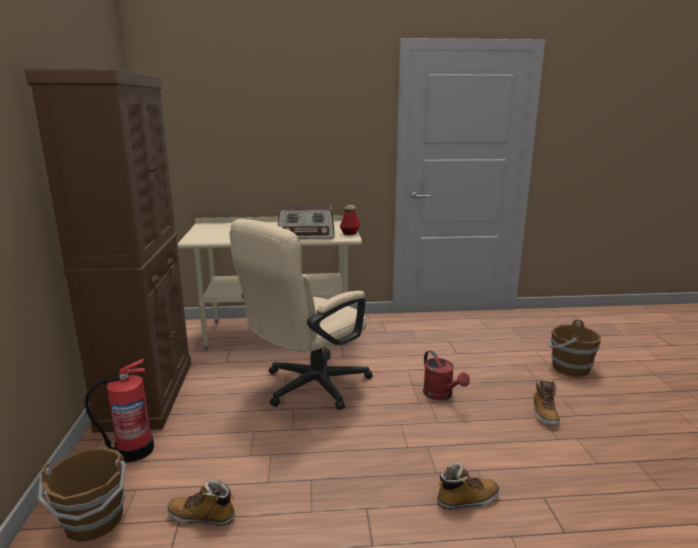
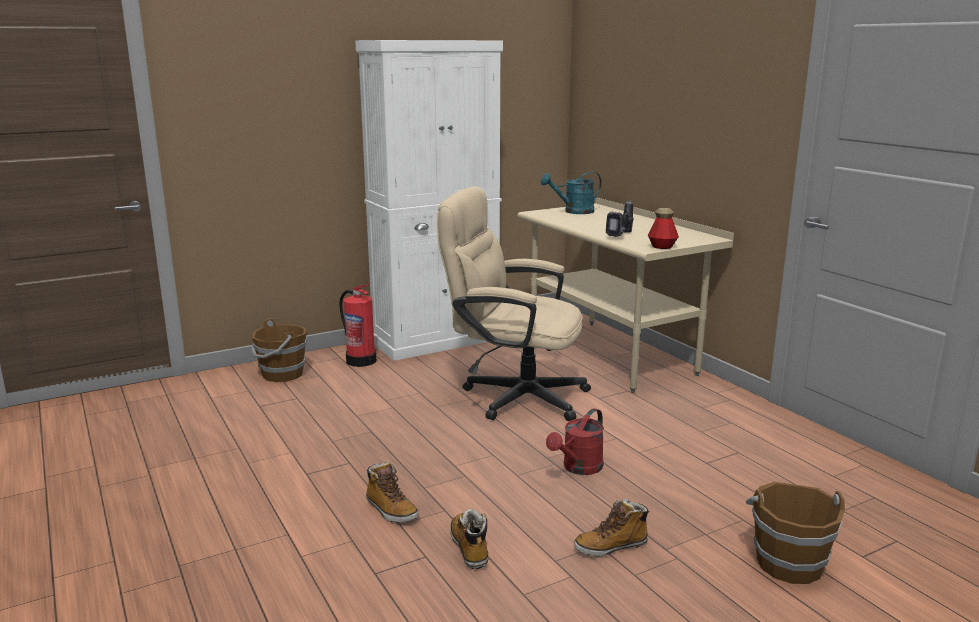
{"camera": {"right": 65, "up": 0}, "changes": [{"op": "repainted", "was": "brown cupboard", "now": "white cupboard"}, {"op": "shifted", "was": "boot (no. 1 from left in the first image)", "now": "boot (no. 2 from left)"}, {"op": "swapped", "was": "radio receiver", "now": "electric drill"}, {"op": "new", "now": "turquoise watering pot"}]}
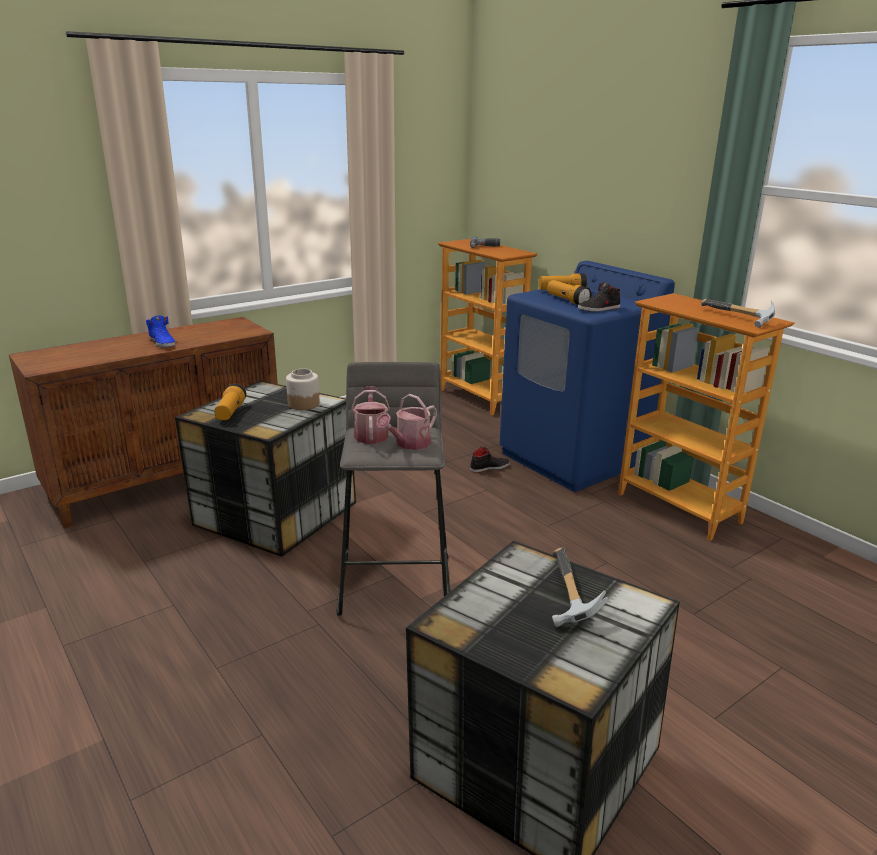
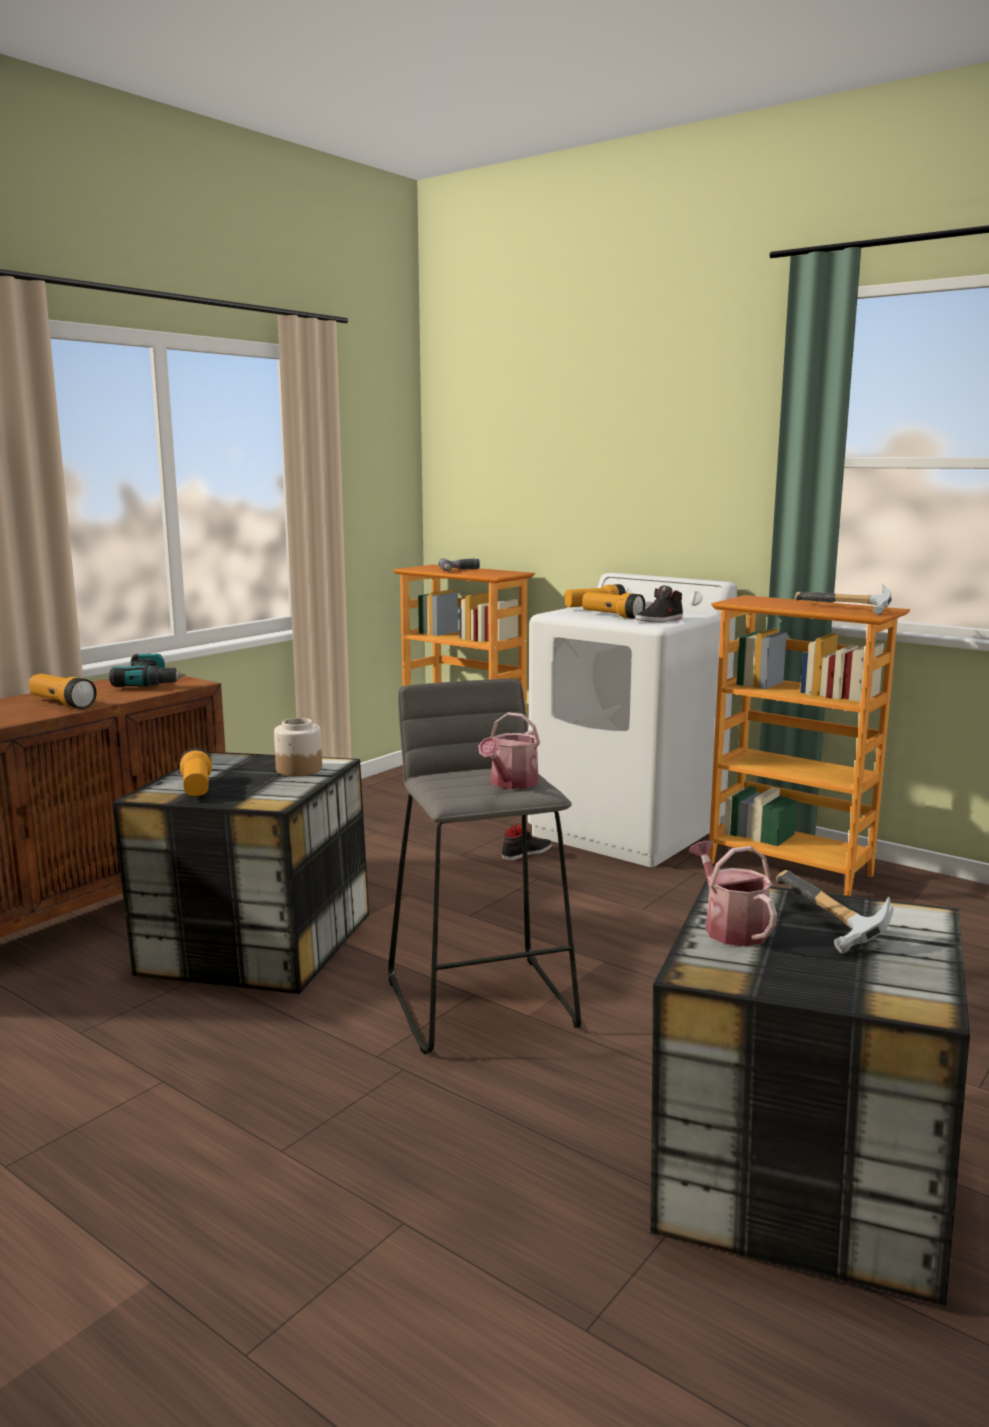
{"camera": {"right": -15, "up": -10}, "changes": [{"op": "swapped", "was": "blue-coloured shoe", "now": "torch (no. 1 from left)"}, {"op": "shifted", "was": "watering pot (no. 1 from left in the first image)", "now": "watering pot (no. 2 from left)"}, {"op": "repainted", "was": "blue-coloured laundry appliance", "now": "white laundry appliance"}, {"op": "new", "now": "electric drill (no. 1 from left)"}]}
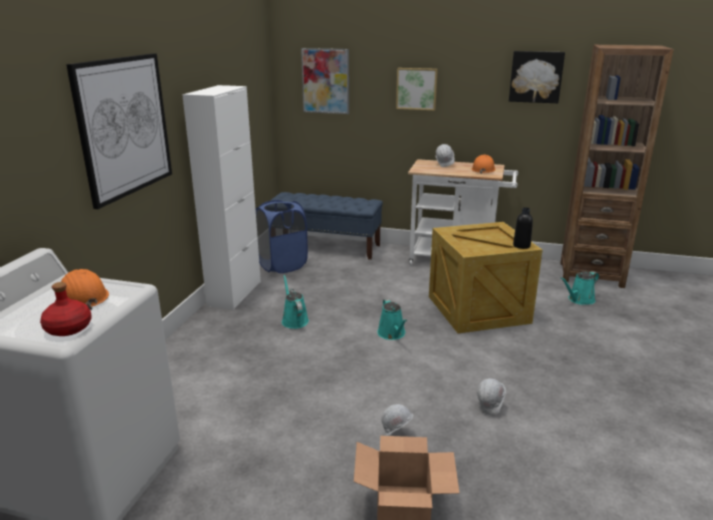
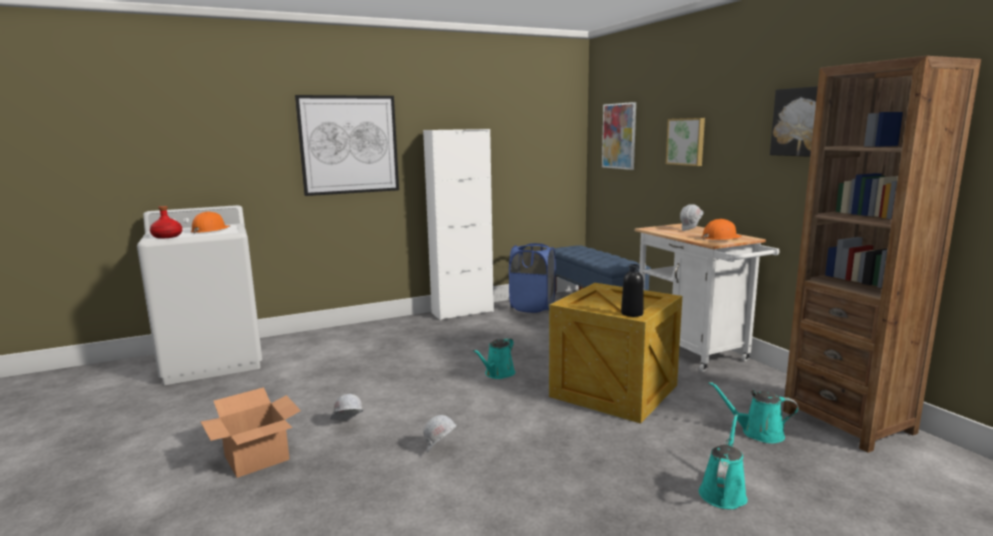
{"camera": {"right": 50, "up": -10}, "changes": [{"op": "shifted", "was": "turquoise watering pot (no. 1 from left in the first image)", "now": "turquoise watering pot (no. 2 from left)"}]}
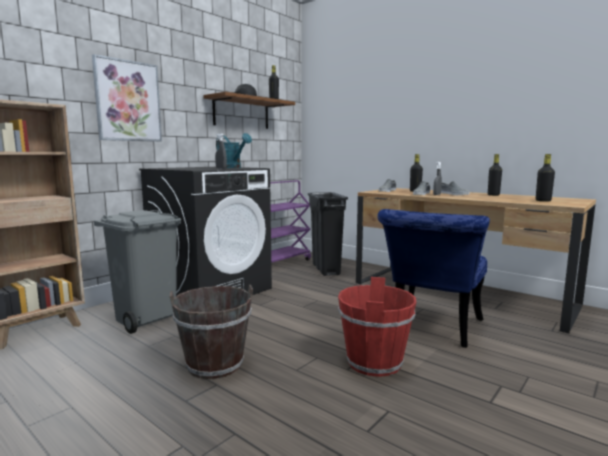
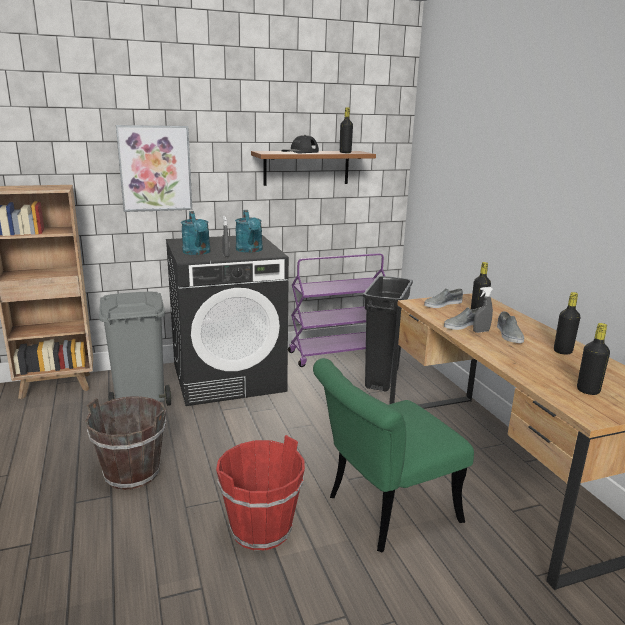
{"camera": {"right": 30, "up": 10}, "changes": [{"op": "repainted", "was": "blue-coloured chair", "now": "greenish chair"}, {"op": "new", "now": "turquoise watering pot (no. 1 from left)"}]}
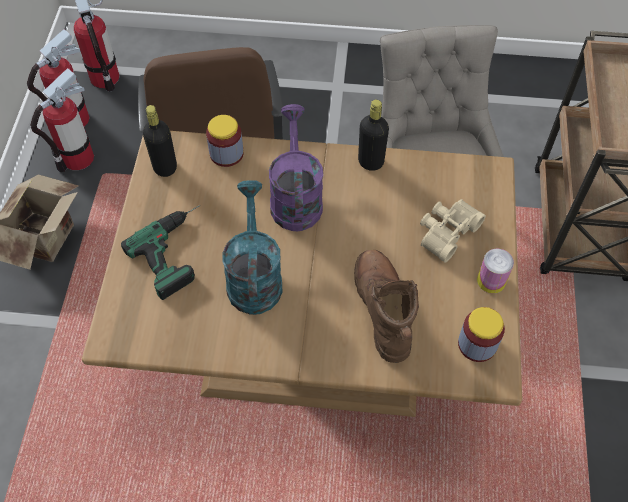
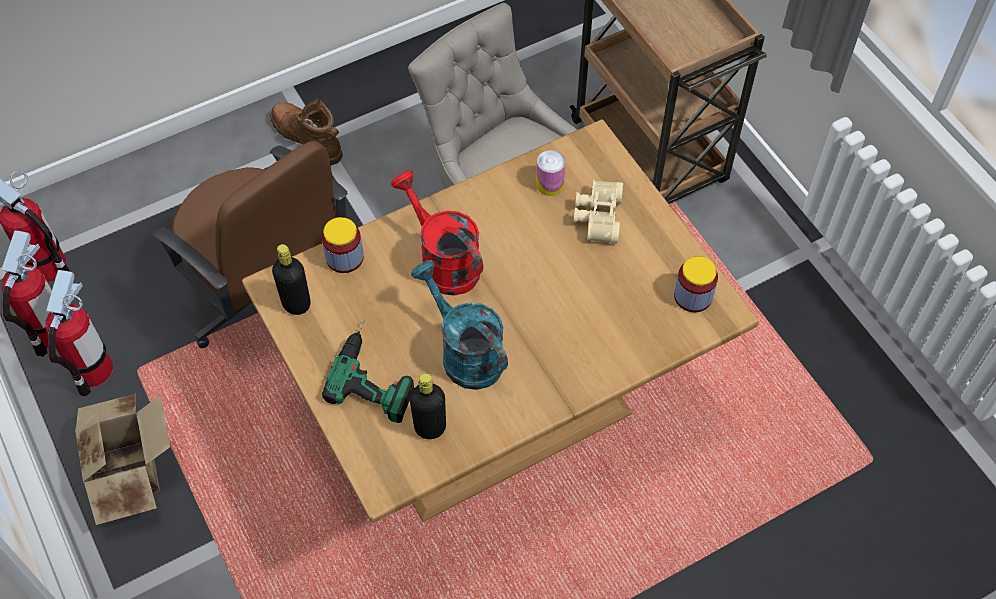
{"camera": {"right": -35, "up": 0}, "changes": [{"op": "repainted", "was": "purple watering pot", "now": "red watering pot"}, {"op": "shifted", "was": "brown boot"}, {"op": "shifted", "was": "black-coloured beverage bottle (no. 2 from left)"}, {"op": "shifted", "was": "metal can"}]}
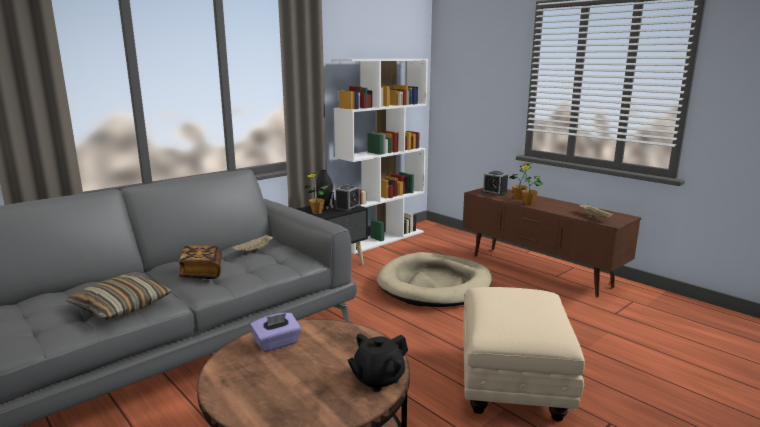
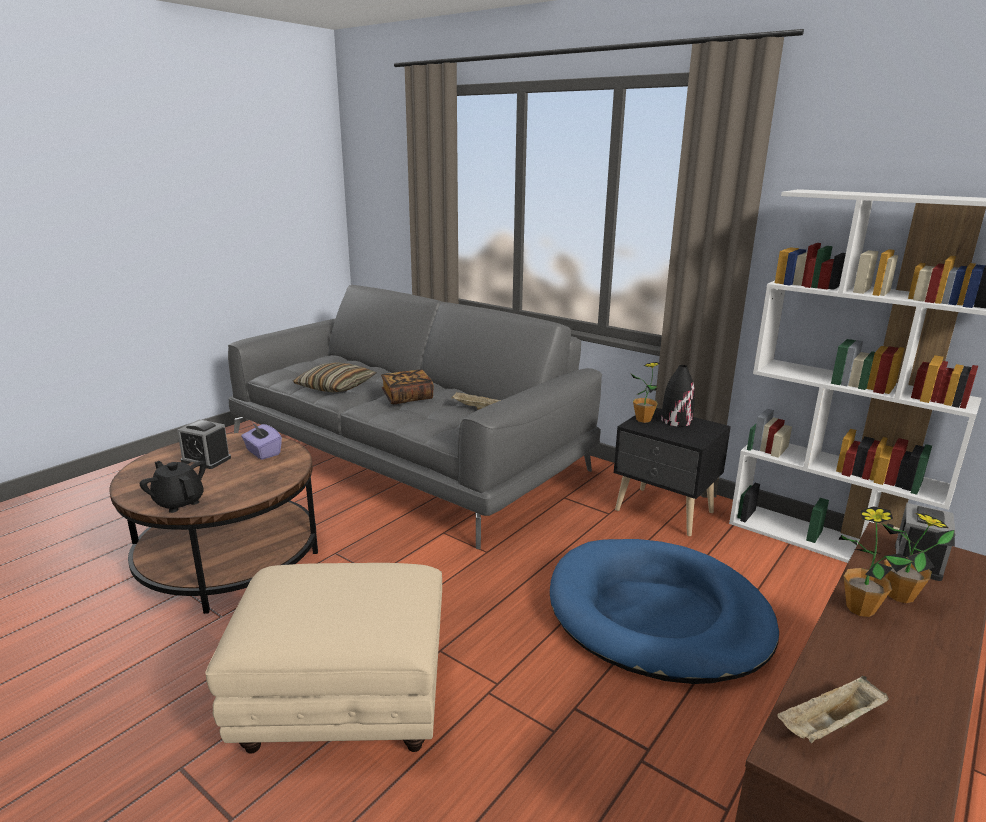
{"camera": {"right": 80, "up": 5}, "changes": [{"op": "shifted", "was": "alarm clock (no. 1 from left)"}, {"op": "repainted", "was": "beige-coloured dog cushion", "now": "blue-coloured dog cushion"}]}
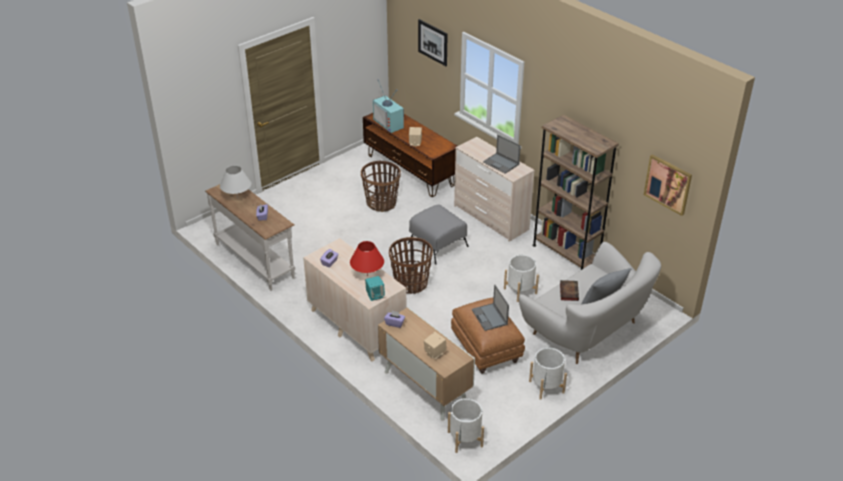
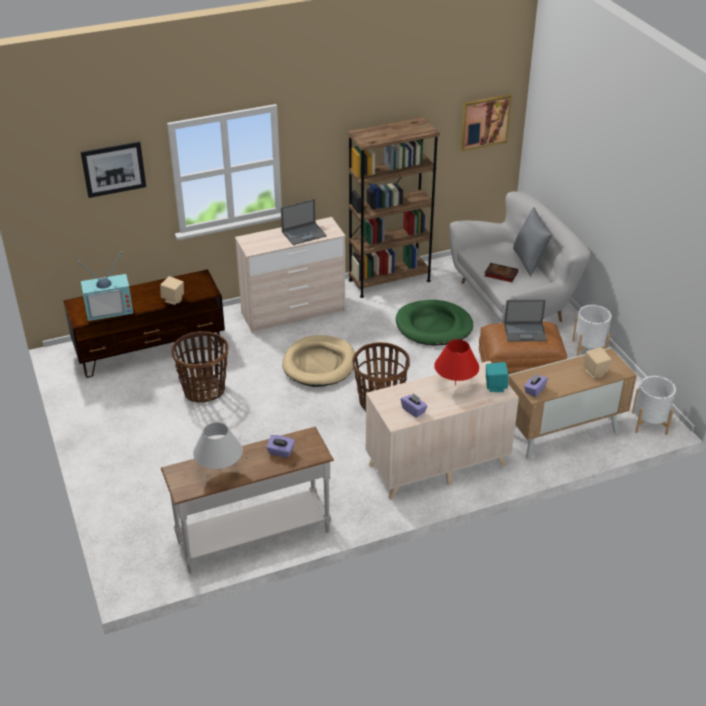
{"camera": {"right": -70, "up": 0}, "changes": [{"op": "swapped", "was": "gray ottoman", "now": "beige-coloured dog cushion"}, {"op": "swapped", "was": "white plant pot (no. 2 from left)", "now": "greenish dog cushion"}]}
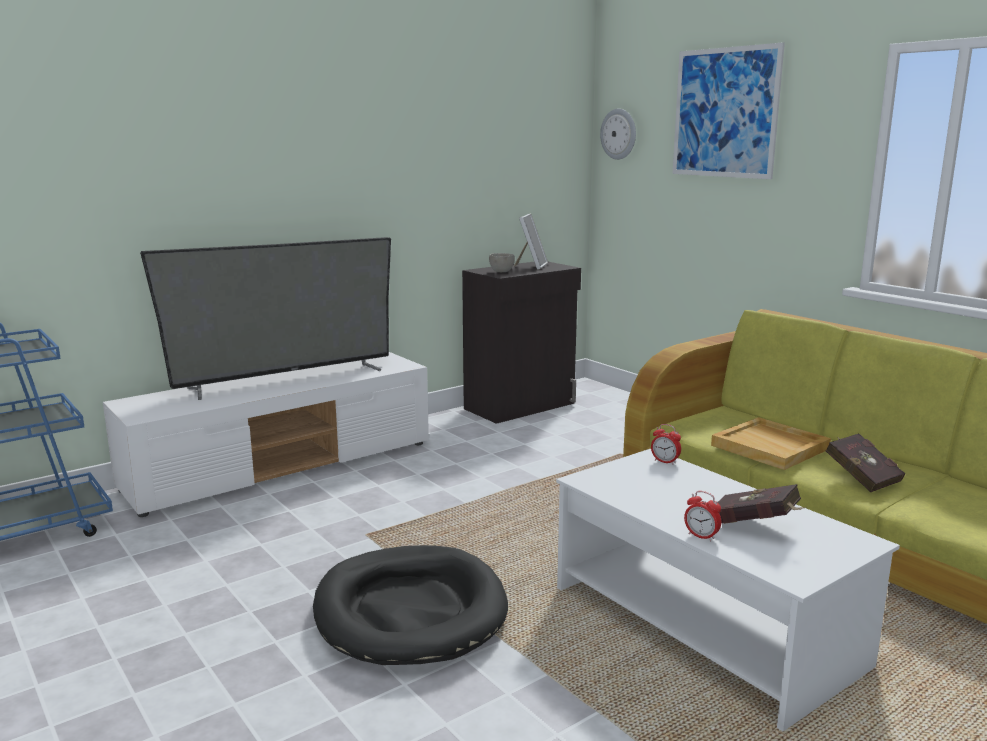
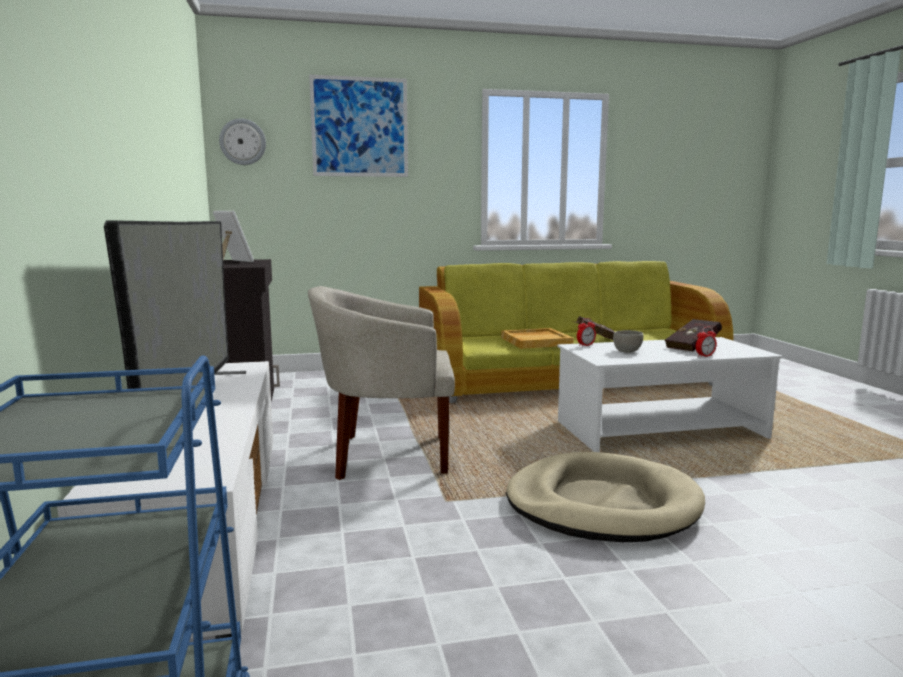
{"camera": {"right": -65, "up": -5}, "changes": [{"op": "repainted", "was": "black-coloured dog cushion", "now": "beige-coloured dog cushion"}, {"op": "shifted", "was": "gray deep dish"}, {"op": "new", "now": "beige-coloured easy chair"}]}
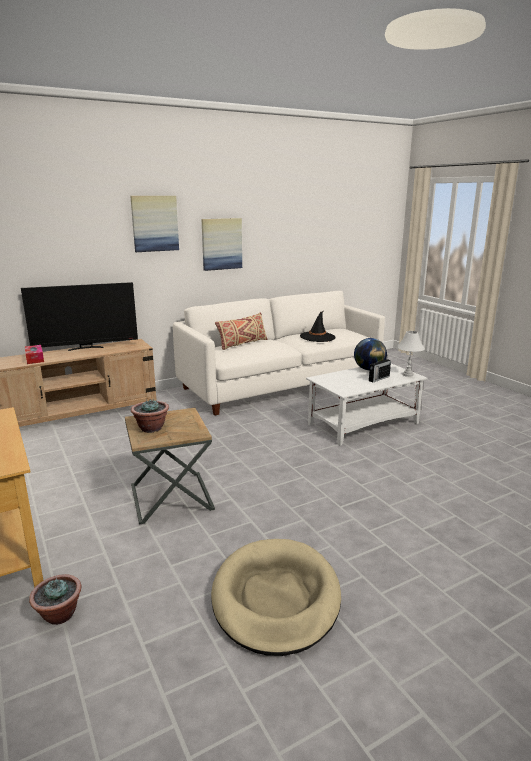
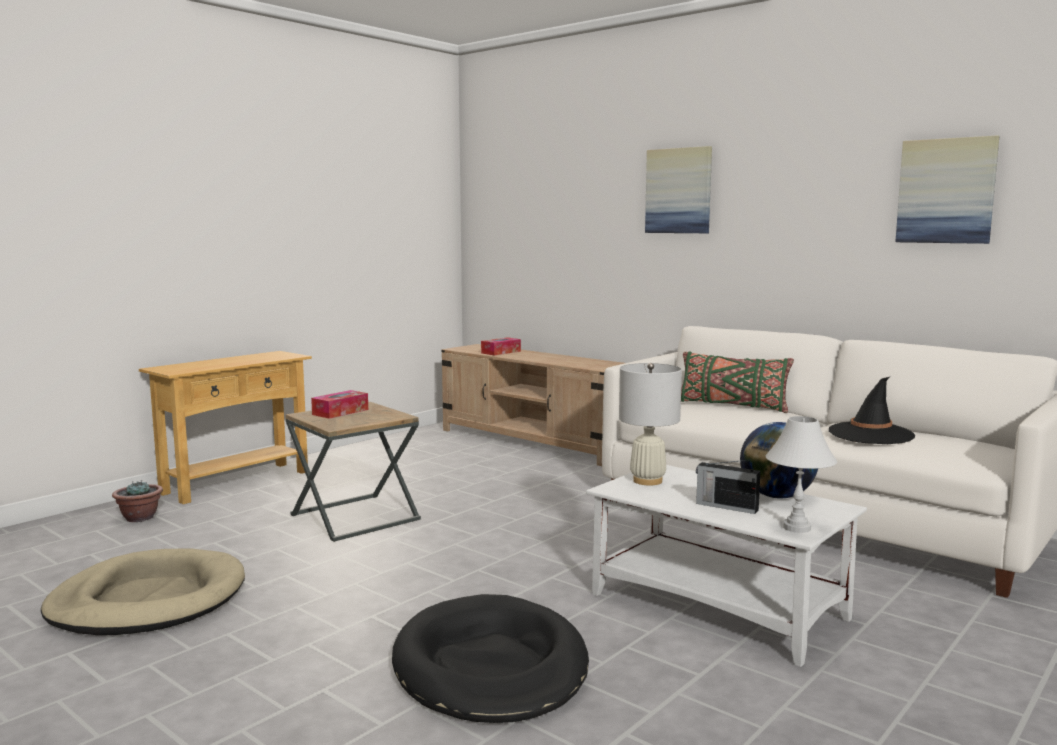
{"camera": {"right": 70, "up": -10}, "changes": [{"op": "gone", "was": "TV set"}, {"op": "swapped", "was": "potted plant (no. 2 from left)", "now": "box of tissues (no. 1 from left)"}, {"op": "shifted", "was": "wall art (no. 2 from left)"}, {"op": "repainted", "was": "beige-coloured throw pillow", "now": "greenish throw pillow"}, {"op": "new", "now": "black-coloured dog cushion"}, {"op": "new", "now": "white tabletop lamp (no. 1 from left)"}]}
